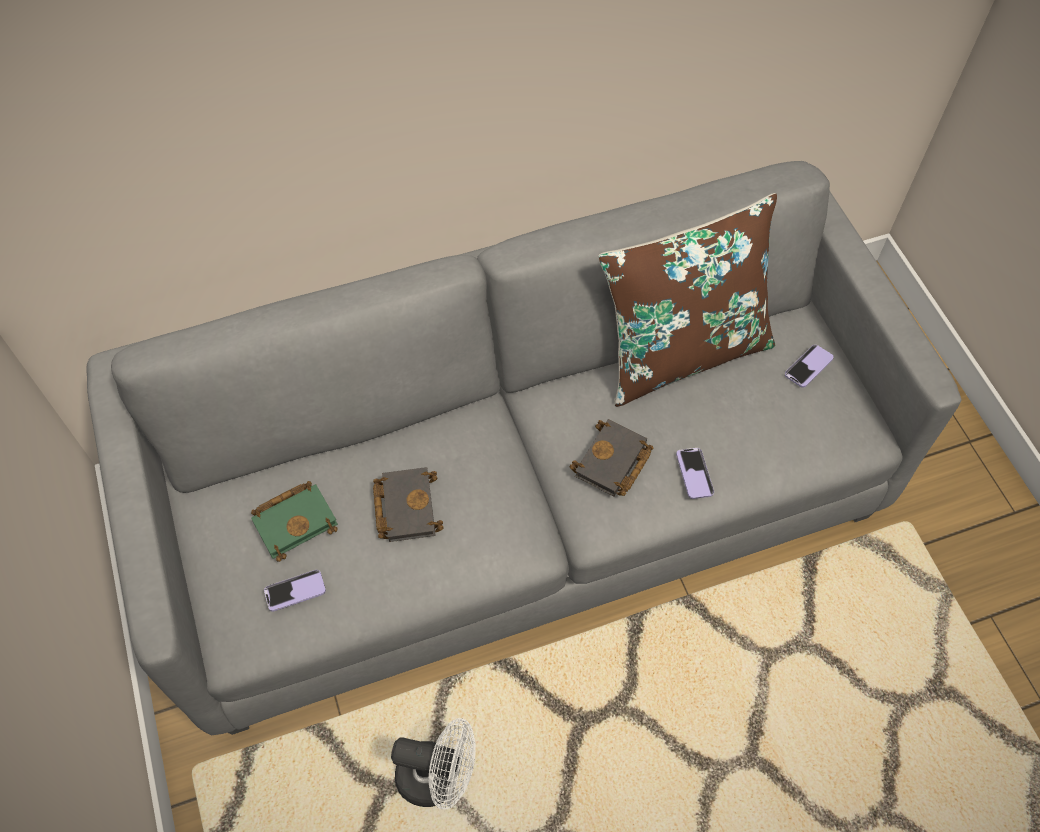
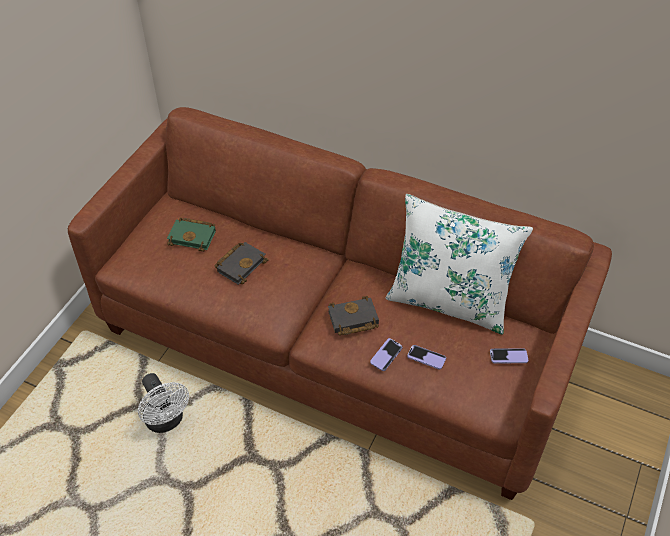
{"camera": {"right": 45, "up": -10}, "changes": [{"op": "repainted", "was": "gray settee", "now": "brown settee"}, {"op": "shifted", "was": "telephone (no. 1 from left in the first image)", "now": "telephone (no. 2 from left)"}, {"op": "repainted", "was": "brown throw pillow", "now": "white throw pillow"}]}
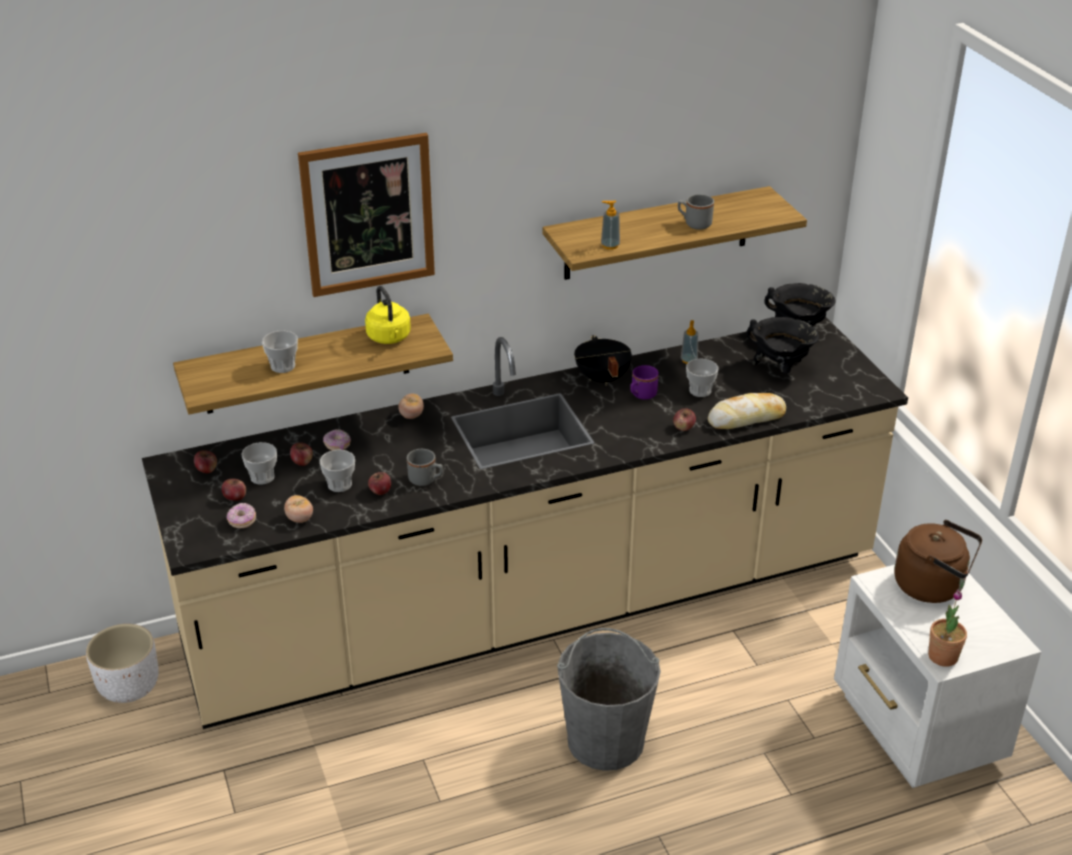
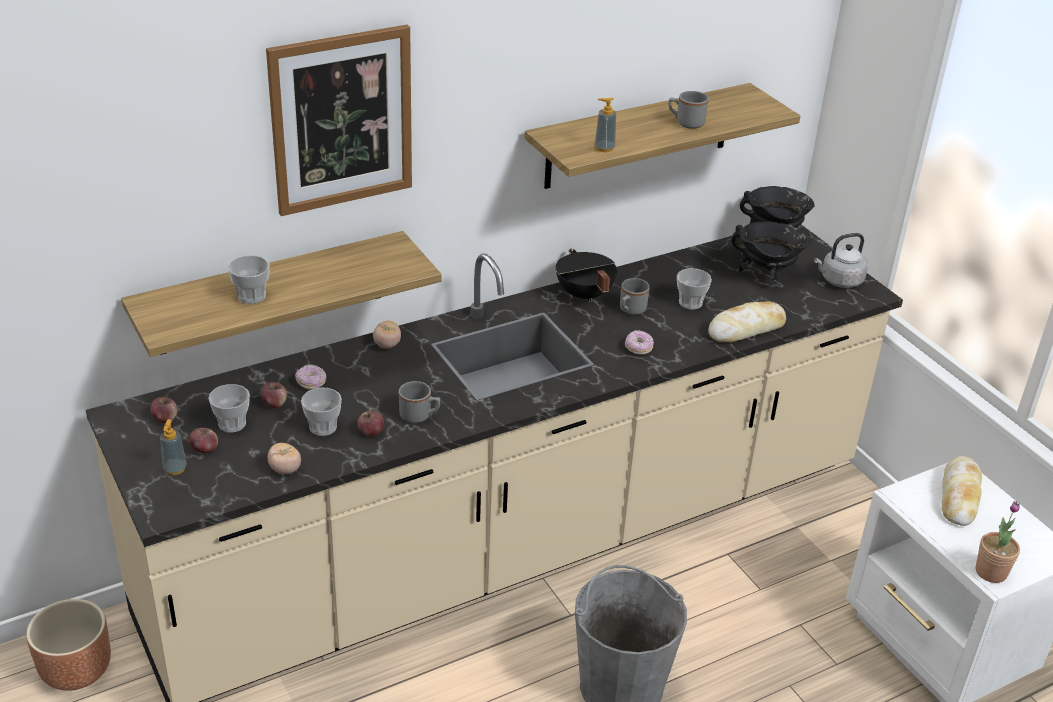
{"camera": {"right": -10, "up": 0}, "changes": [{"op": "repainted", "was": "white plant pot", "now": "brown plant pot"}, {"op": "shifted", "was": "doughnut (no. 1 from left in the first image)", "now": "doughnut (no. 2 from left)"}, {"op": "gone", "was": "yellow-coloured kettle"}, {"op": "repainted", "was": "purple tea mug", "now": "gray tea mug (no. 2 from left)"}, {"op": "gone", "was": "apple fruit (no. 5 from left)"}, {"op": "shifted", "was": "liquid soap bottle (no. 2 from left in the first image)", "now": "liquid soap bottle (no. 1 from left)"}, {"op": "swapped", "was": "brown kettle", "now": "bakery bread (no. 2 from left)"}, {"op": "new", "now": "gray kettle"}]}
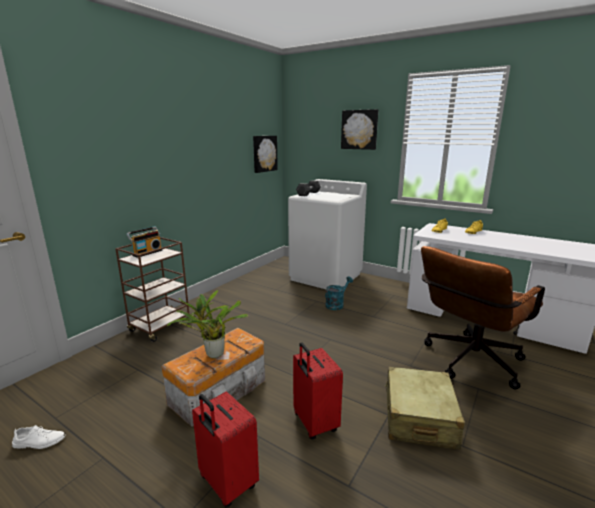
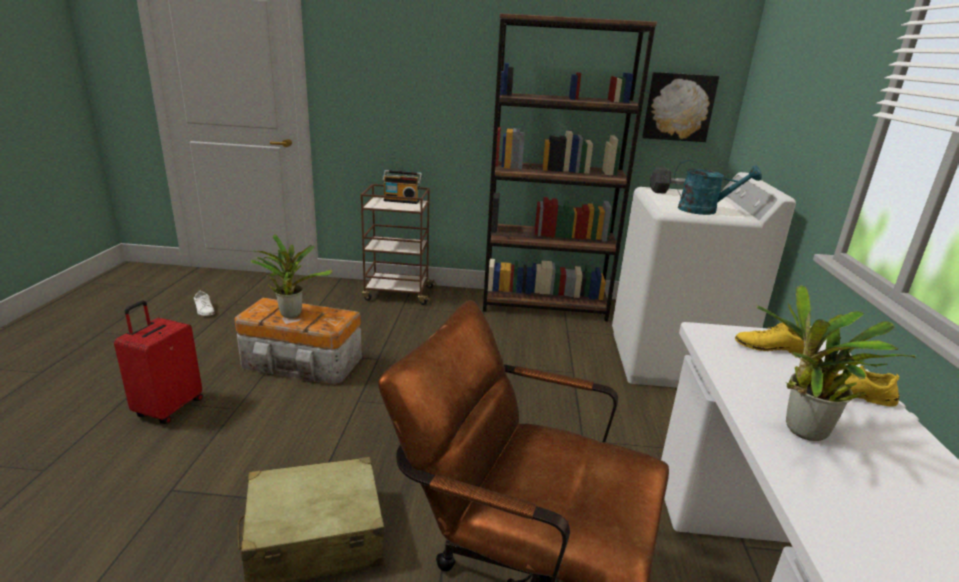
{"camera": {"right": 60, "up": 5}, "changes": [{"op": "gone", "was": "red piece of luggage (no. 2 from left)"}, {"op": "shifted", "was": "turquoise watering pot"}, {"op": "gone", "was": "wall art (no. 2 from left)"}, {"op": "new", "now": "brown bookshelf"}, {"op": "new", "now": "potted plant (no. 2 from left)"}]}
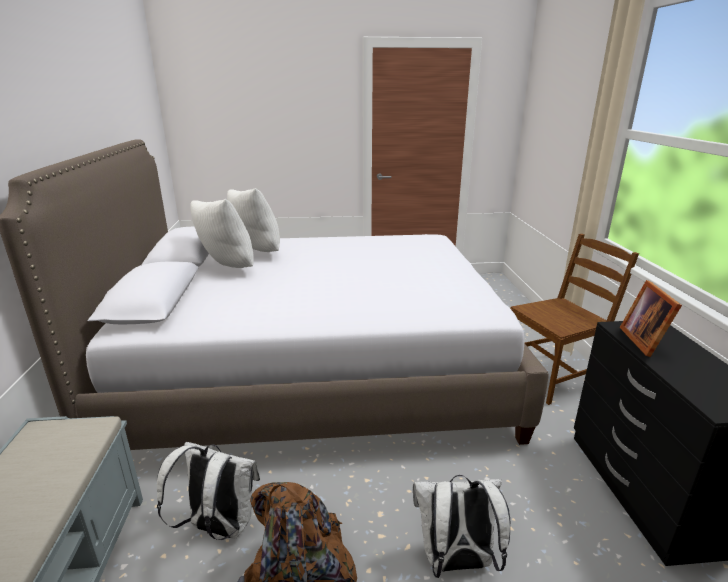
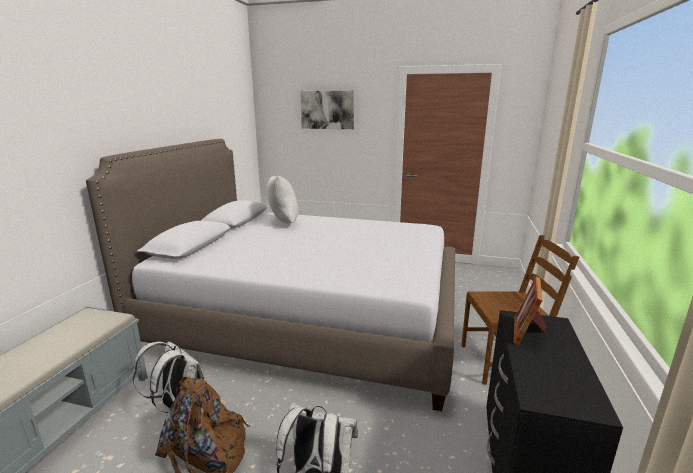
{"camera": {"right": 20, "up": -5}, "changes": [{"op": "gone", "was": "white throw pillow (no. 1 from left)"}, {"op": "new", "now": "wall art"}]}
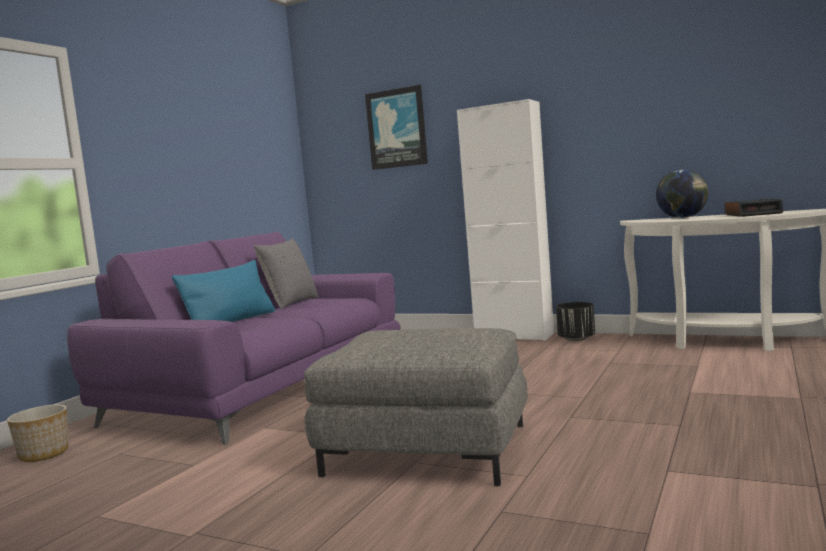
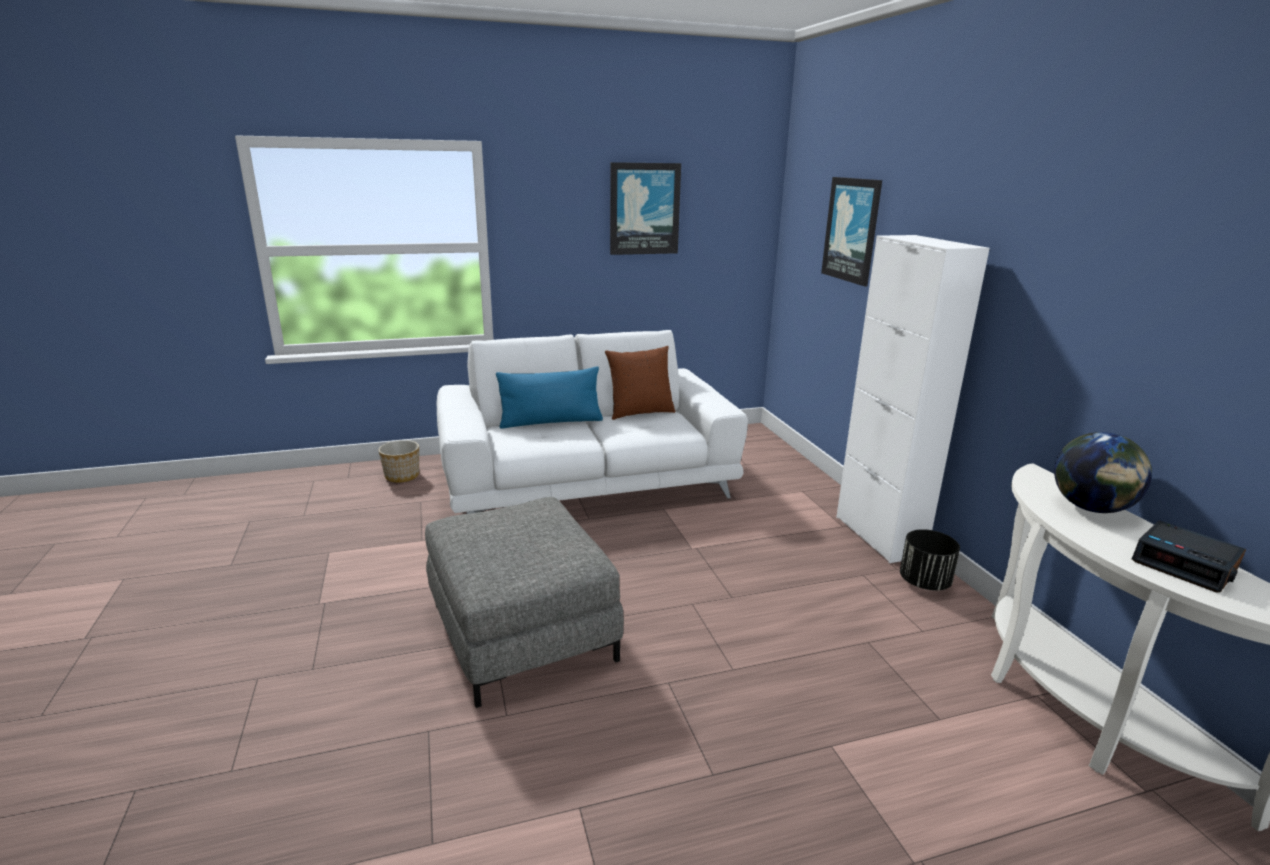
{"camera": {"right": 45, "up": 15}, "changes": [{"op": "repainted", "was": "purple settee", "now": "white settee"}, {"op": "repainted", "was": "gray throw pillow", "now": "brown throw pillow"}, {"op": "new", "now": "wall art (no. 1 from left)"}]}
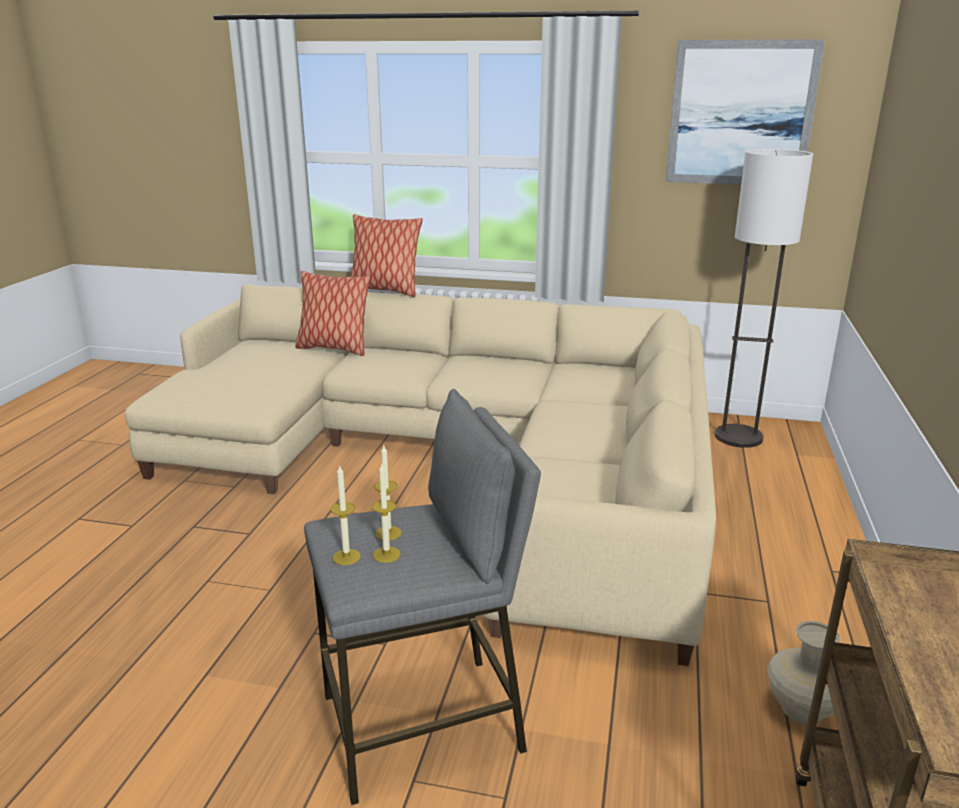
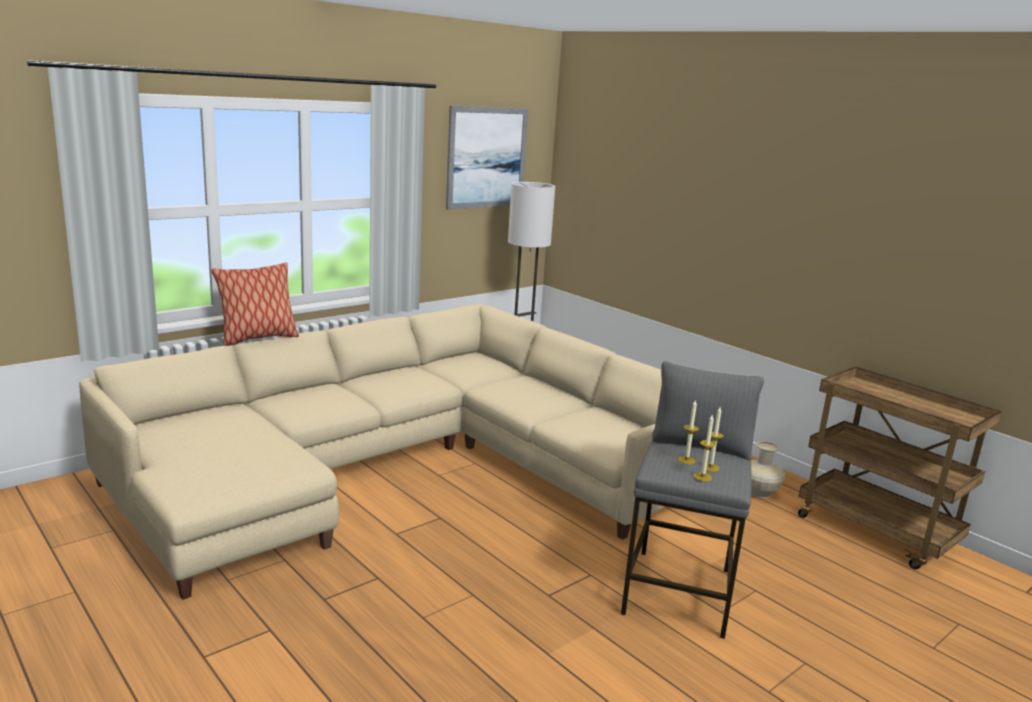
{"camera": {"right": -55, "up": -5}, "changes": [{"op": "gone", "was": "throw pillow (no. 1 from left)"}]}
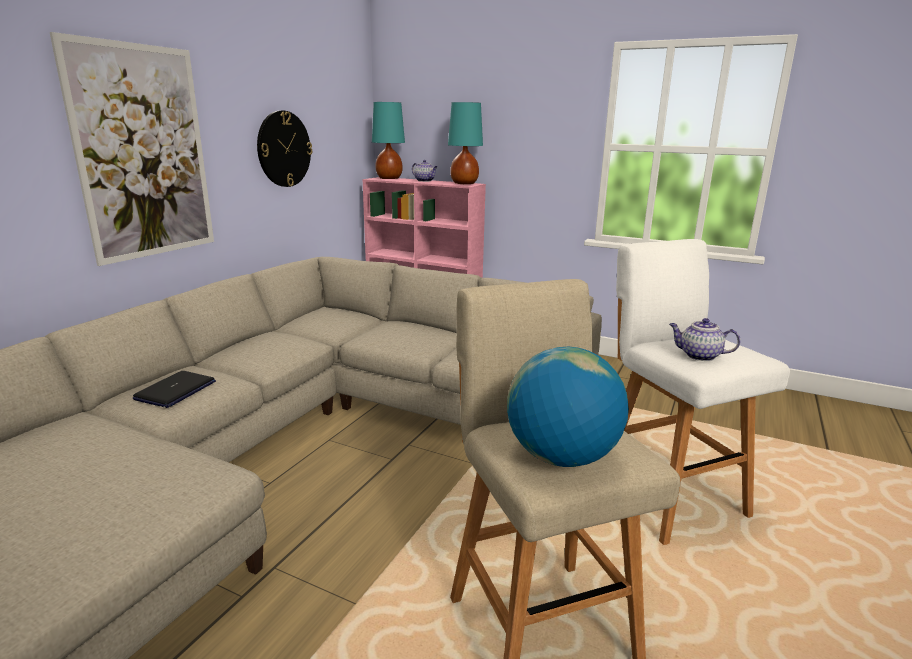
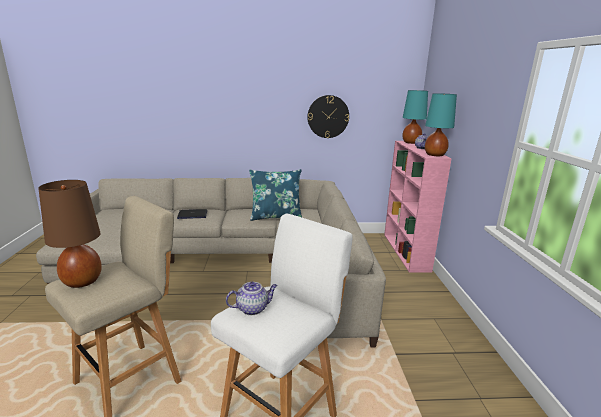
{"camera": {"right": 60, "up": 0}, "changes": [{"op": "gone", "was": "wall art"}, {"op": "swapped", "was": "desk globe", "now": "brown tabletop lamp"}, {"op": "rotated", "was": "teapot (no. 2 from left in the first image)", "clockwise": 75}, {"op": "new", "now": "blue-coloured throw pillow"}]}
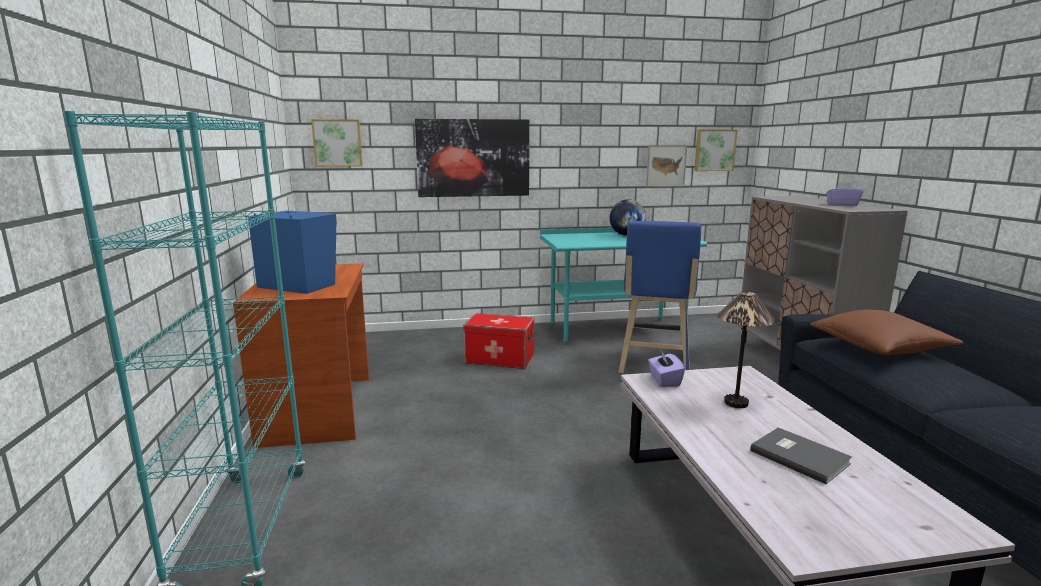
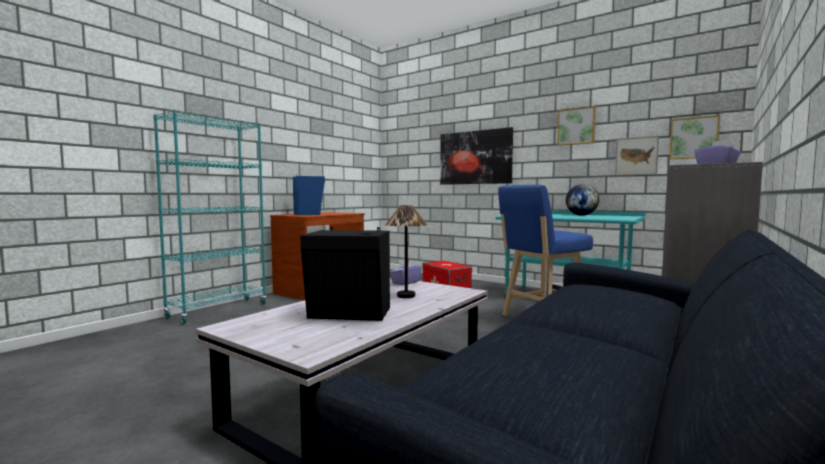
{"camera": {"right": 45, "up": -10}, "changes": [{"op": "shifted", "was": "wall art (no. 1 from left in the first image)", "now": "wall art (no. 2 from left)"}, {"op": "swapped", "was": "gray volume", "now": "black-coloured speaker"}, {"op": "gone", "was": "brown throw pillow"}]}
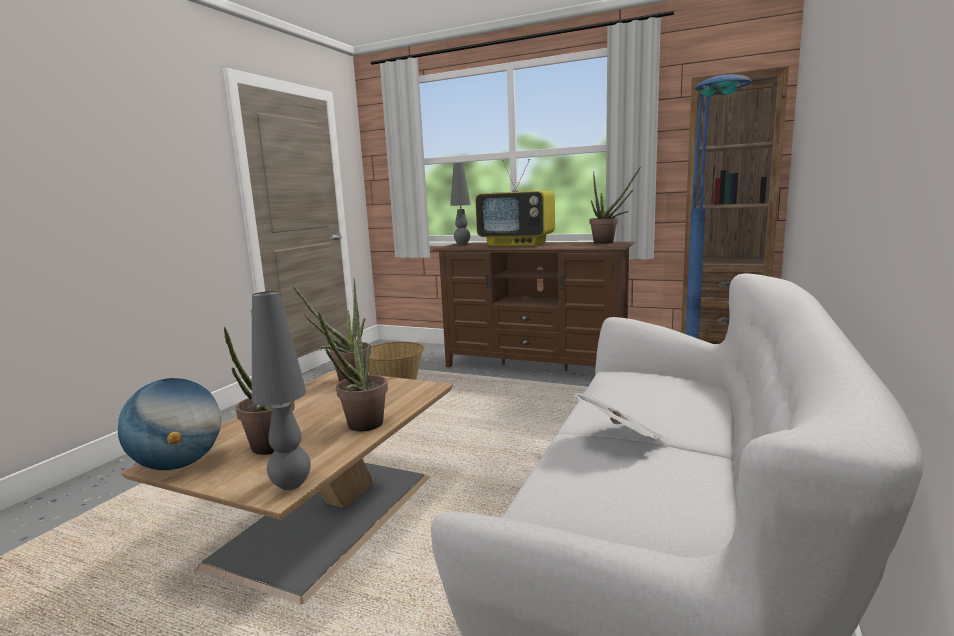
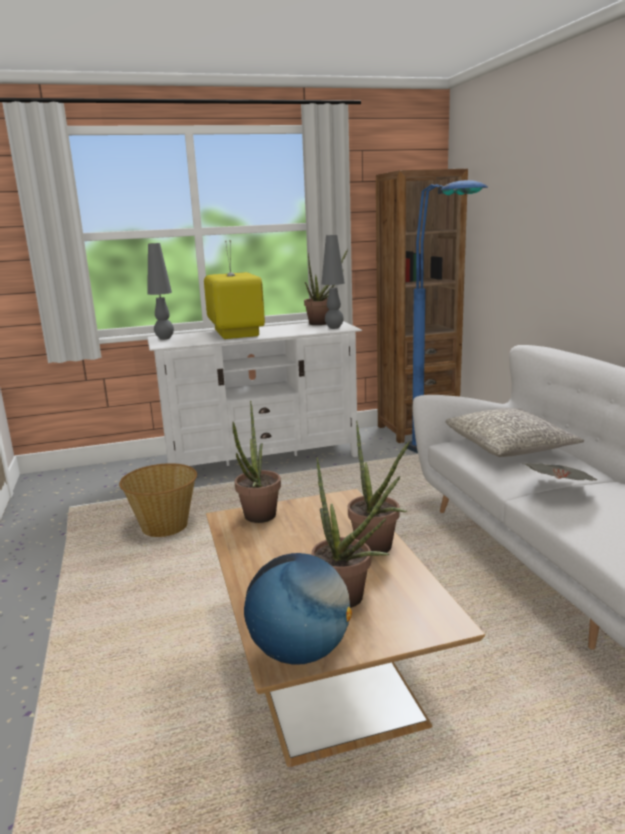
{"camera": {"right": -40, "up": 5}, "changes": [{"op": "shifted", "was": "gray tabletop lamp (no. 1 from left in the first image)", "now": "gray tabletop lamp (no. 2 from left)"}, {"op": "repainted", "was": "brown tv stand", "now": "white tv stand"}, {"op": "rotated", "was": "TV set", "clockwise": -90}, {"op": "new", "now": "gray throw pillow"}]}
